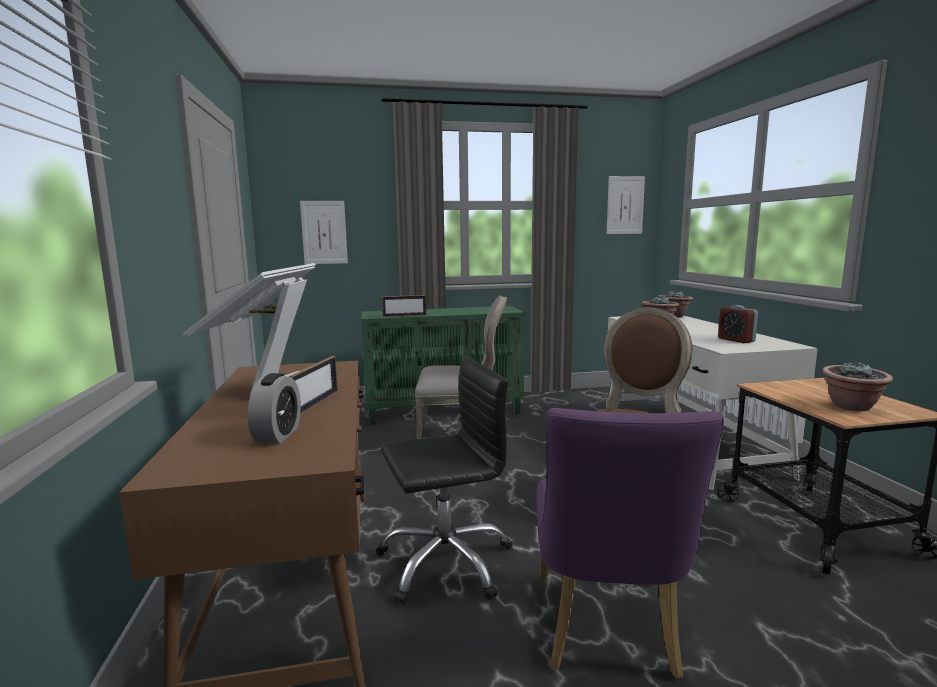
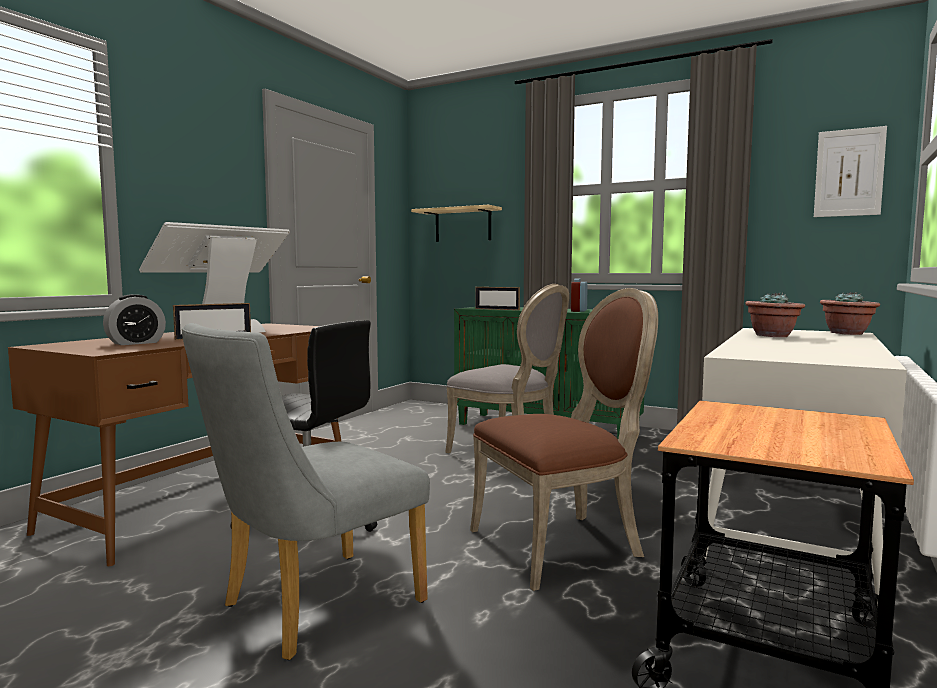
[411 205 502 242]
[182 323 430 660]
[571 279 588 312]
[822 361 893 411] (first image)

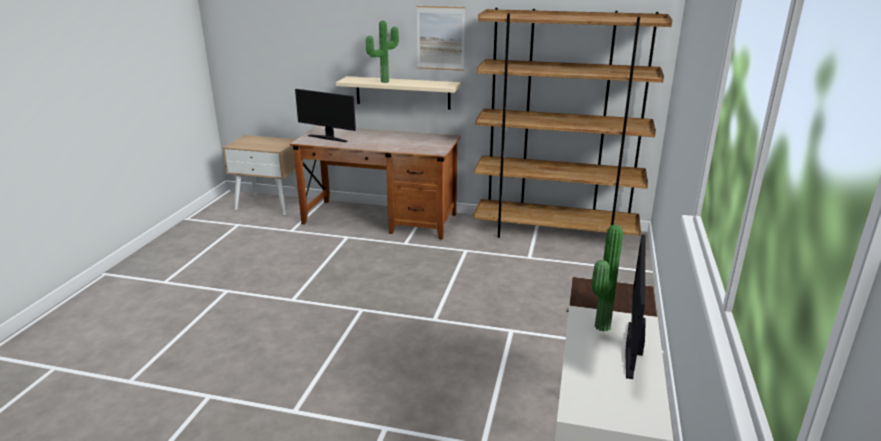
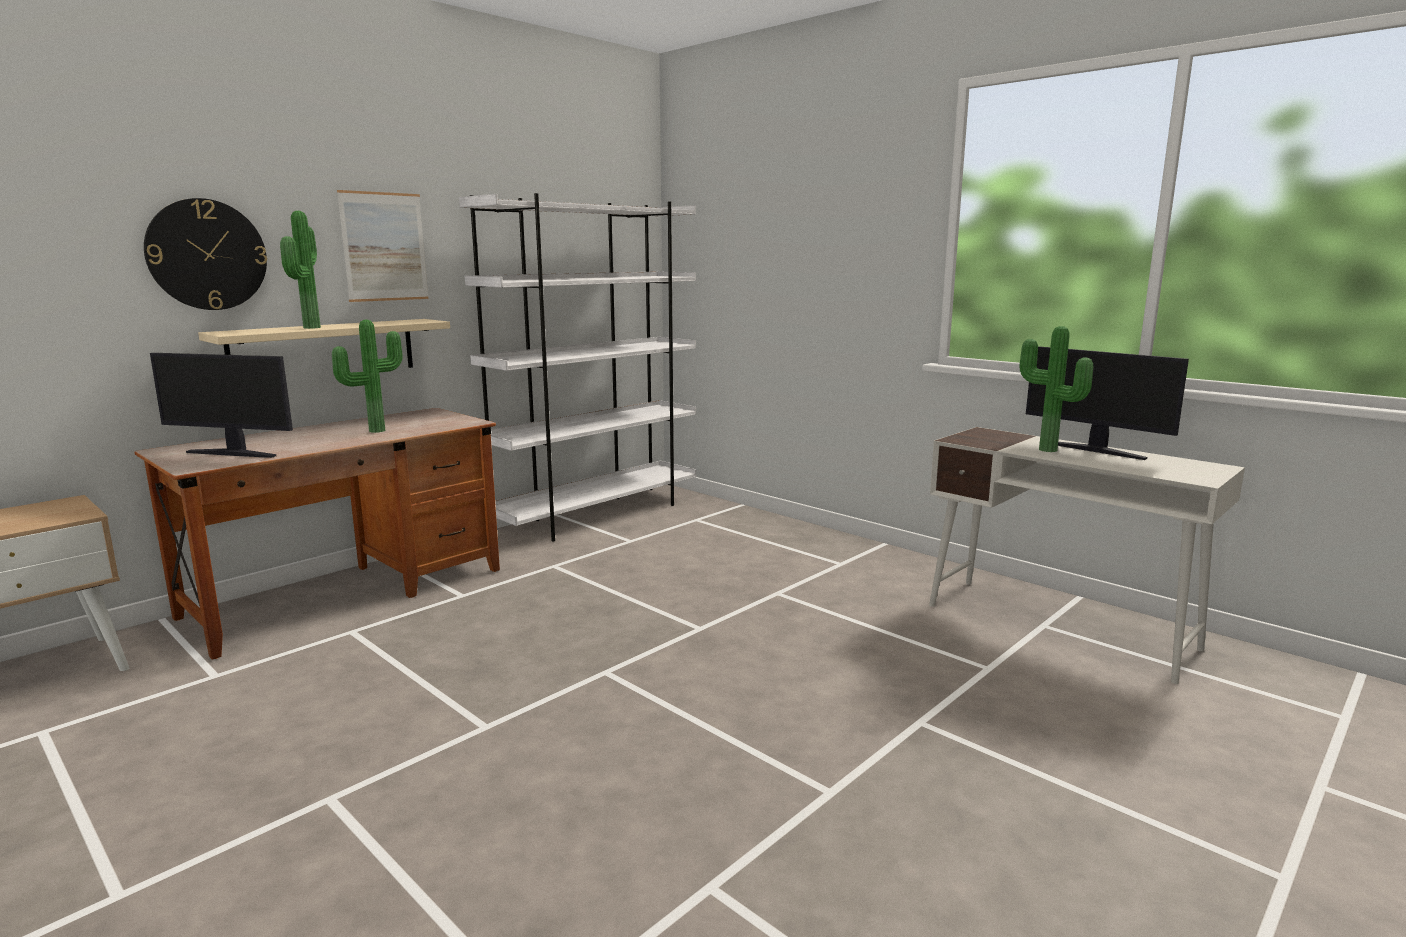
[150 353 293 458]
[459 193 696 542]
[144 198 267 310]
[332 320 403 433]

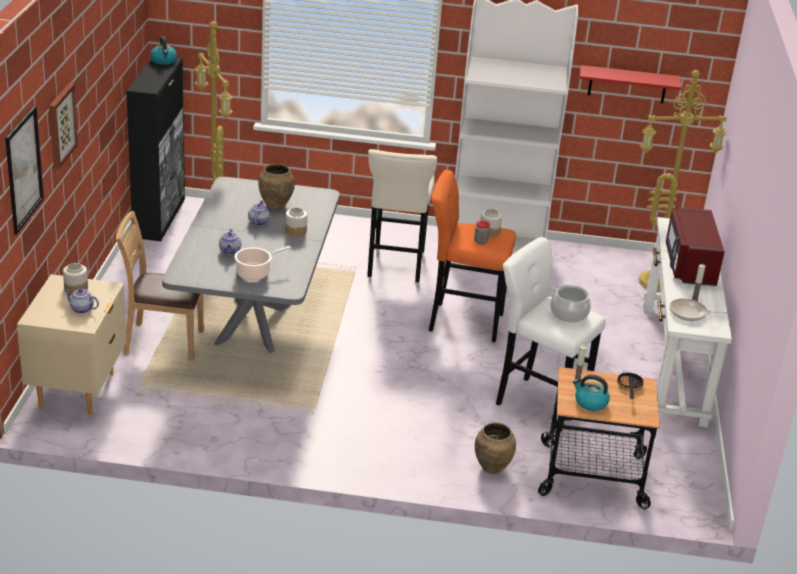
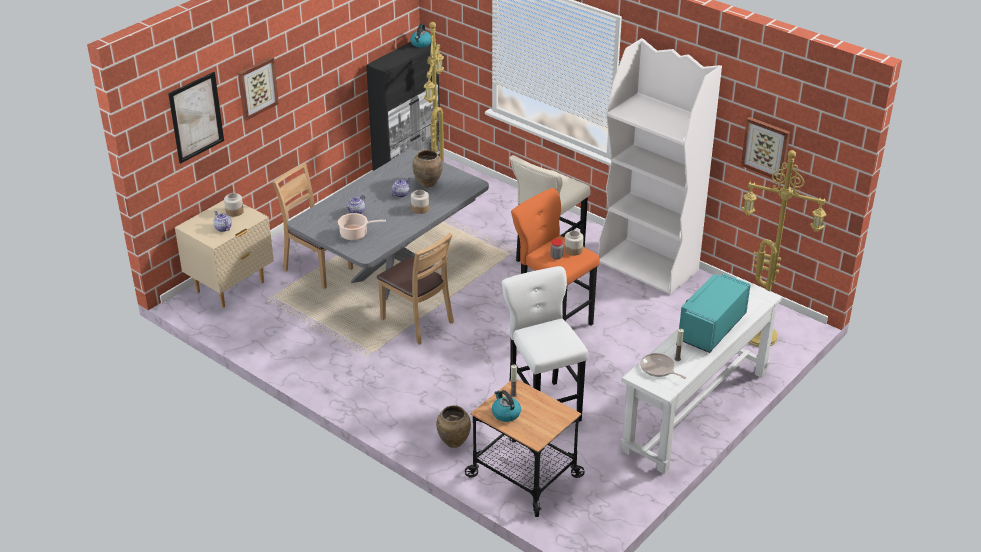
[550 285 591 323] (first image)
[741 117 790 180]
[617 371 644 399] (first image)
[679 274 751 353]
[377 232 454 345]

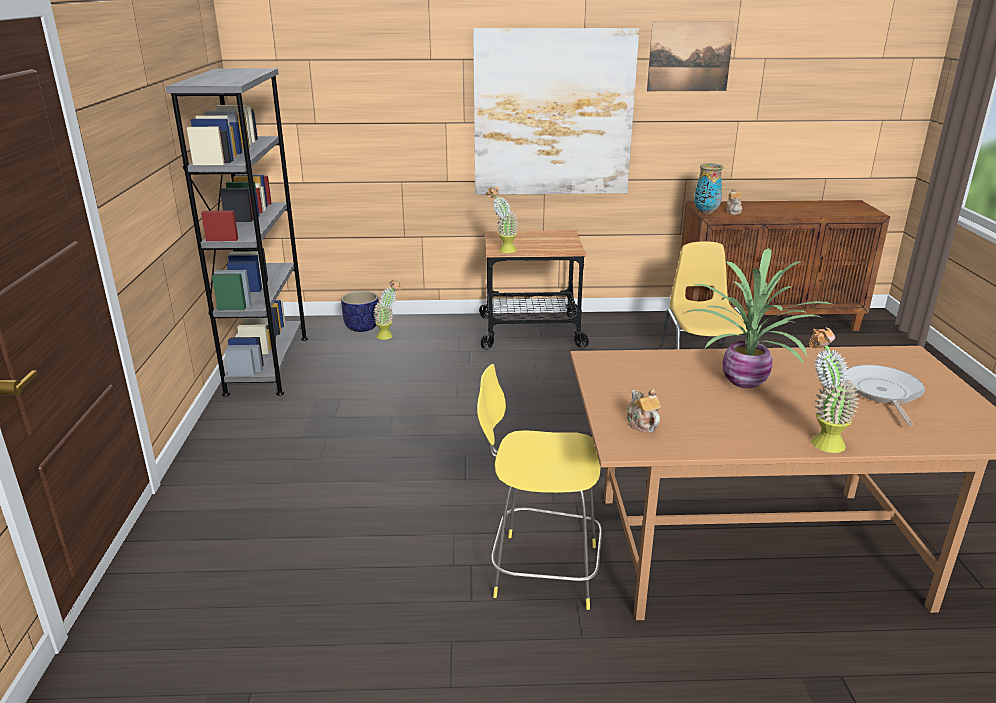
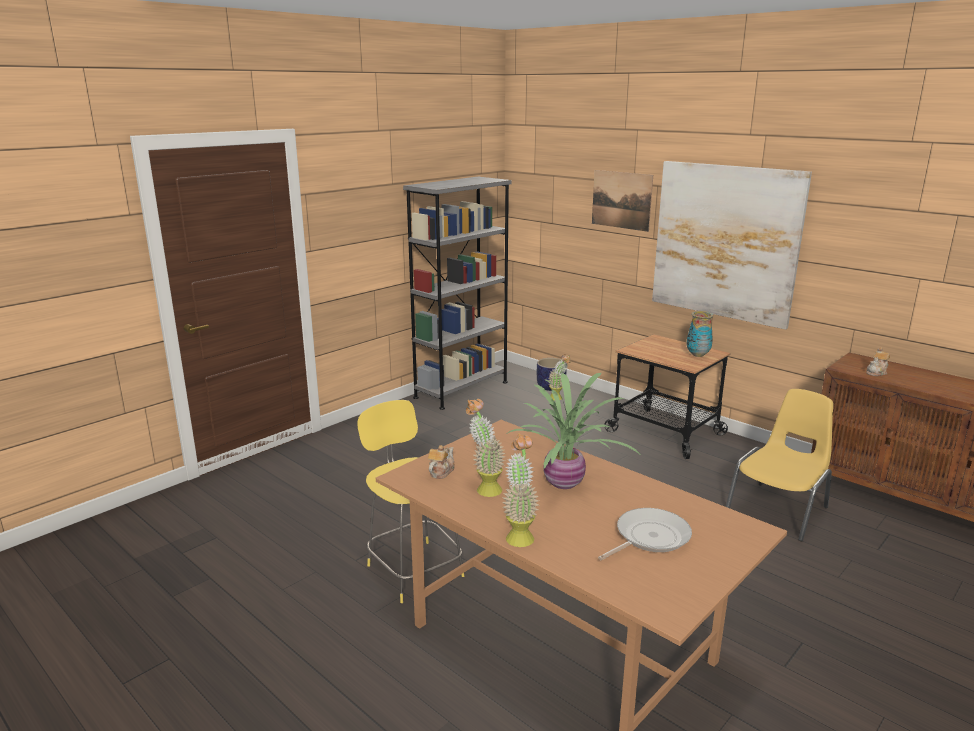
[466 399 505 497]
[592 170 653 232]
[686 311 714 357]

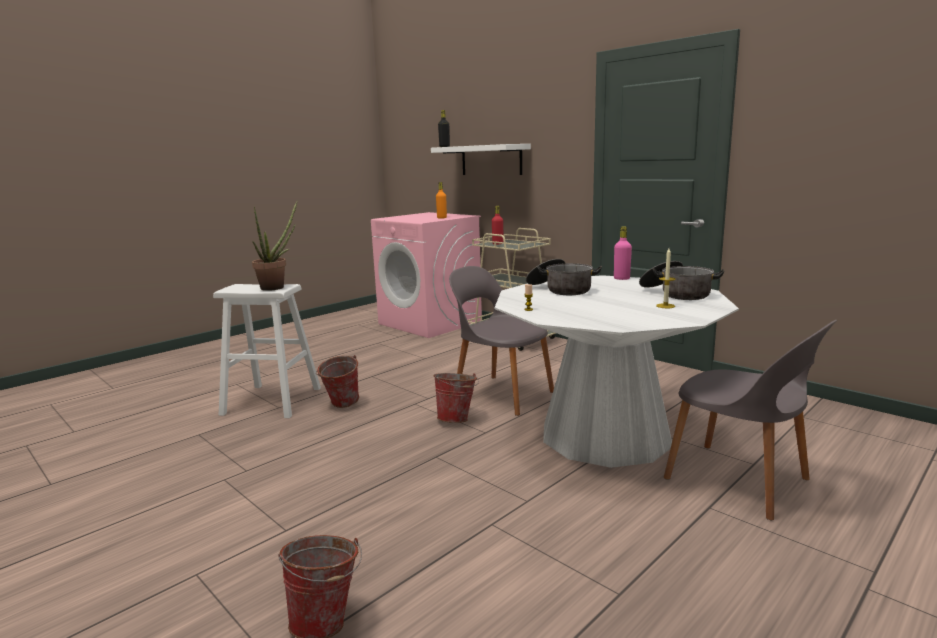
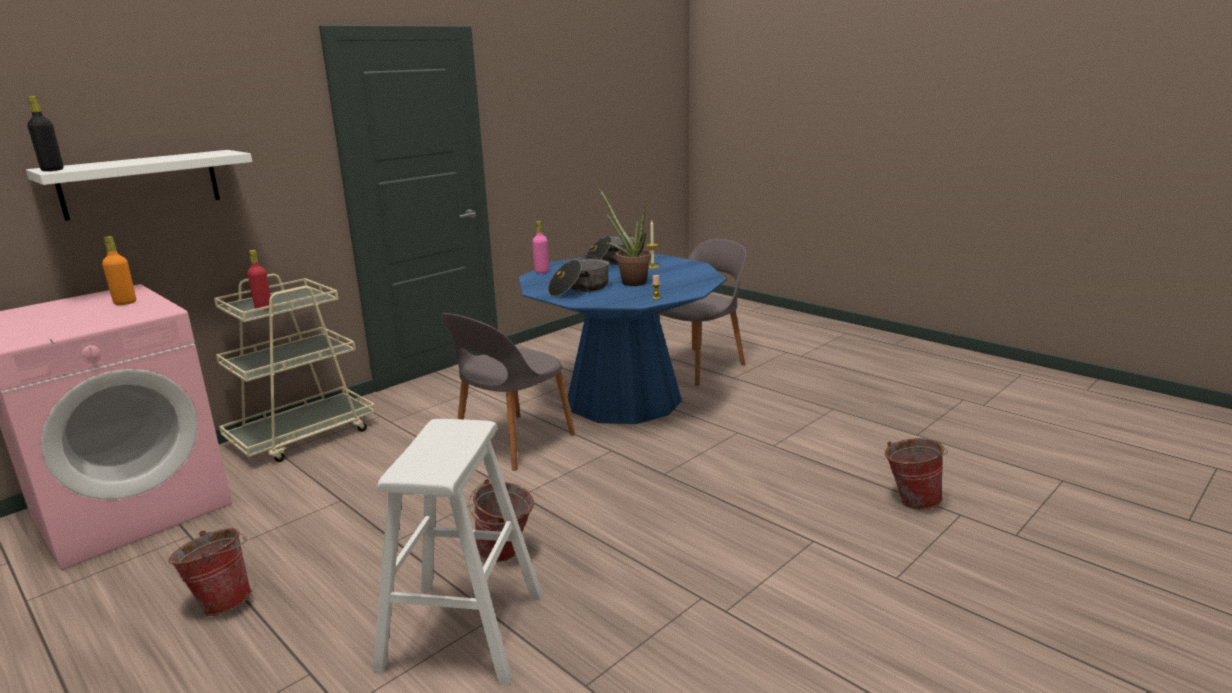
[599 189 651 286]
[169 528 252 616]
[519 254 727 424]

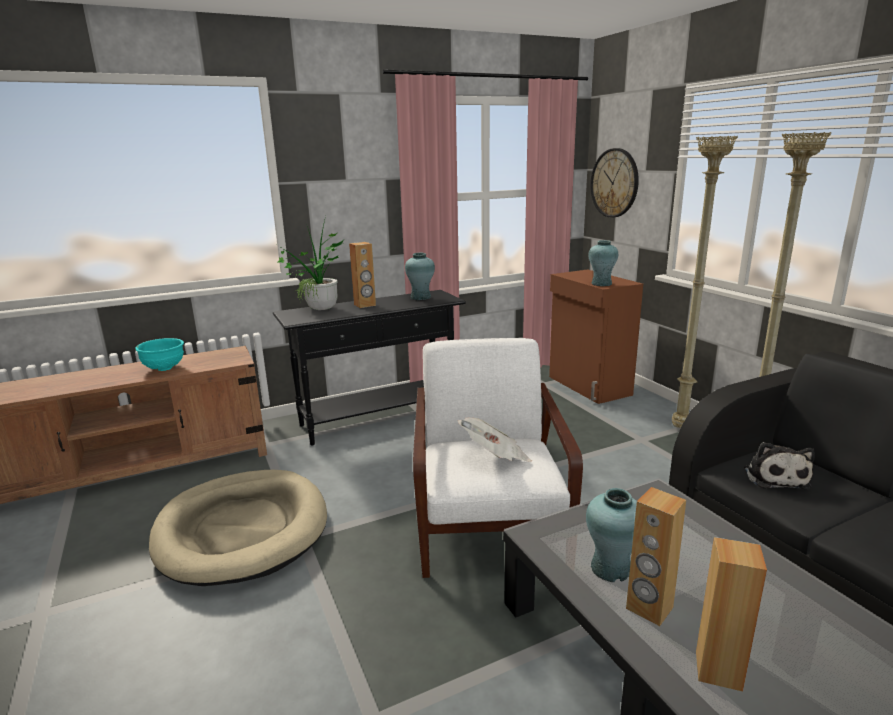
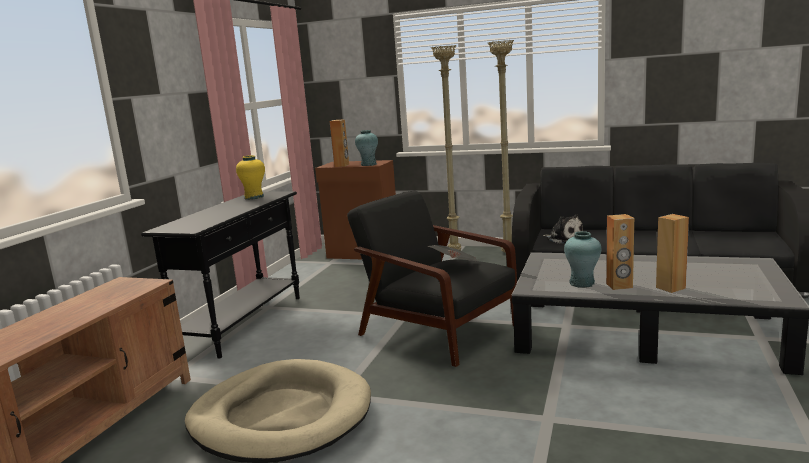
[135 338 184 371] (first image)
[277 216 344 310] (first image)
[330 119 349 167]
[236 155 265 200]
[347 191 517 367]
[590 148 639 218] (first image)

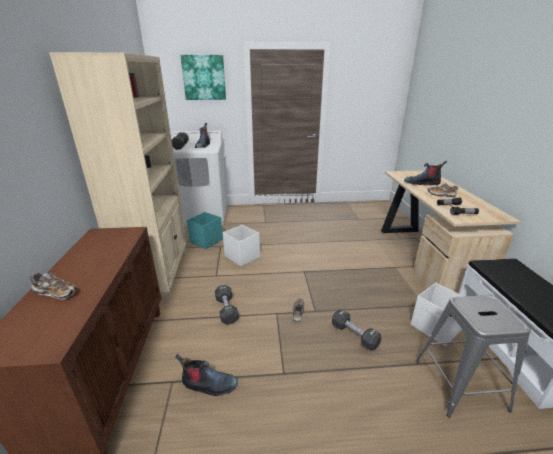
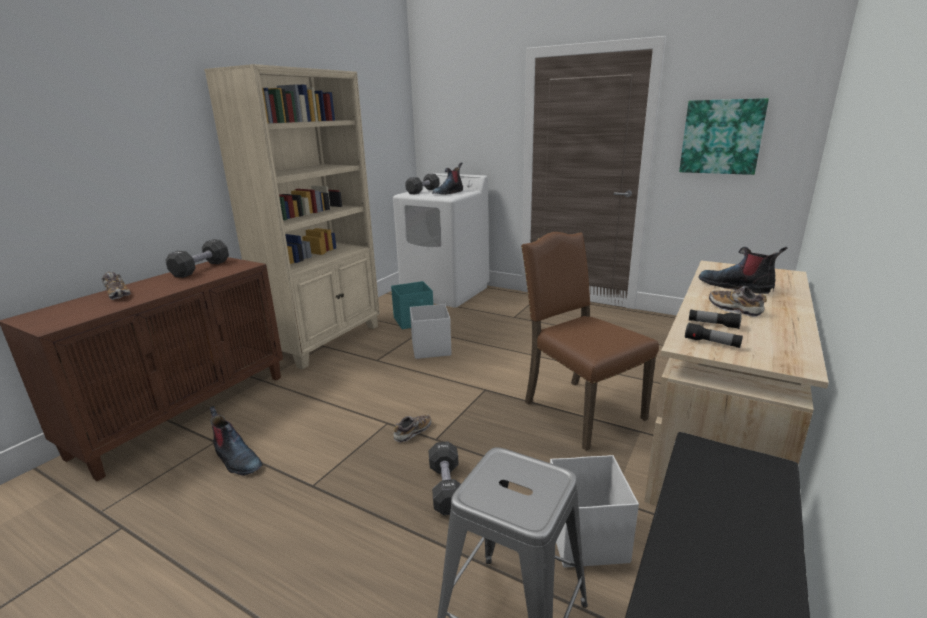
[679 98 769 175]
[165 239 229 278]
[521 232 659 451]

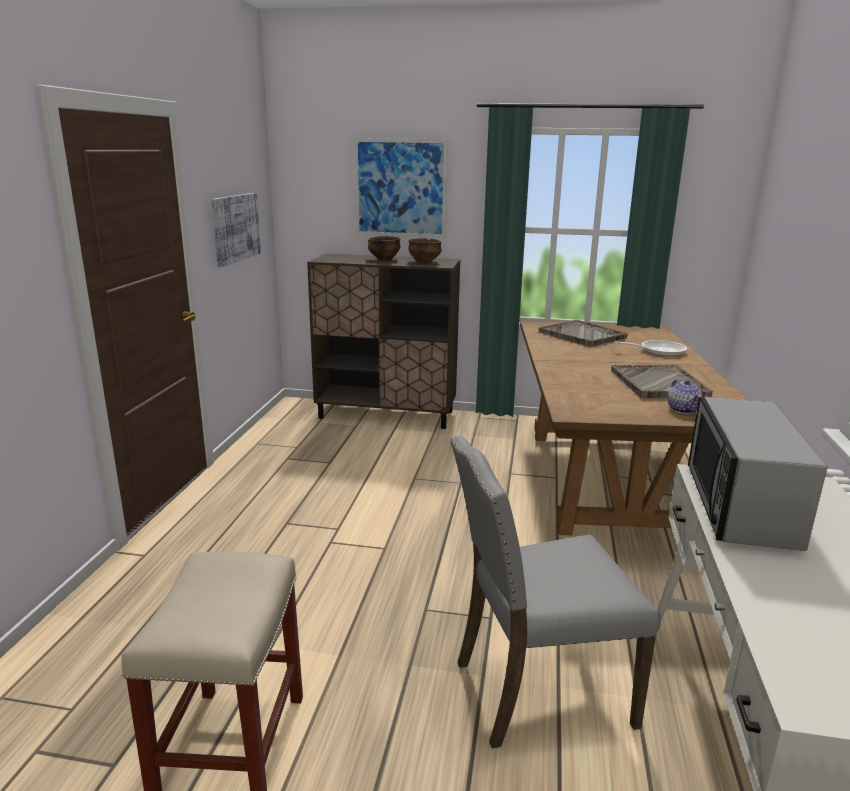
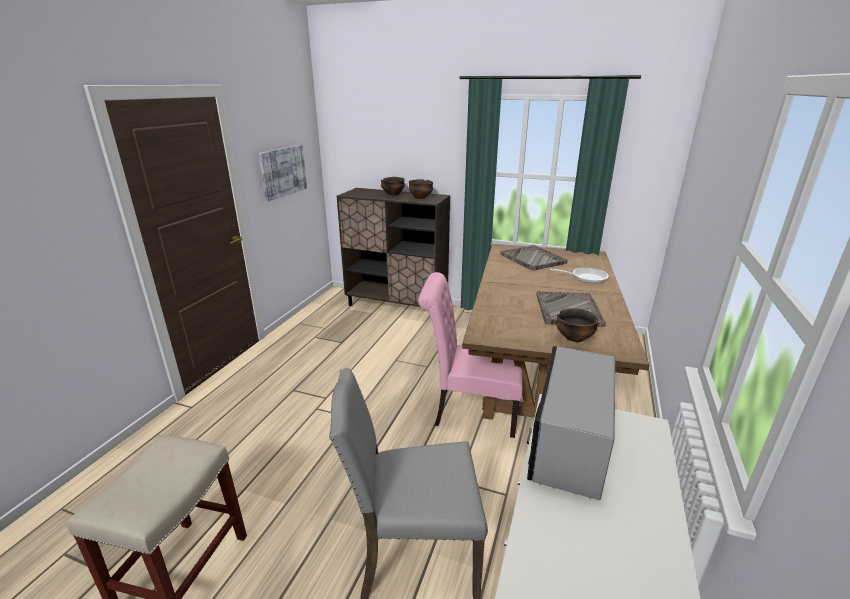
[354 138 448 238] (first image)
[556 308 598 342]
[418 272 523 438]

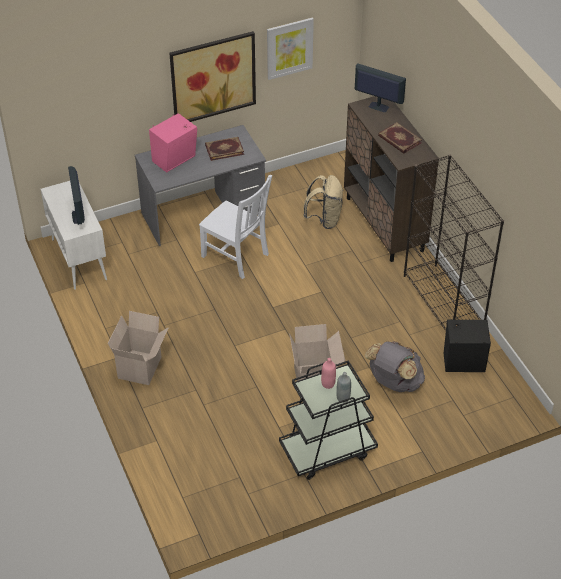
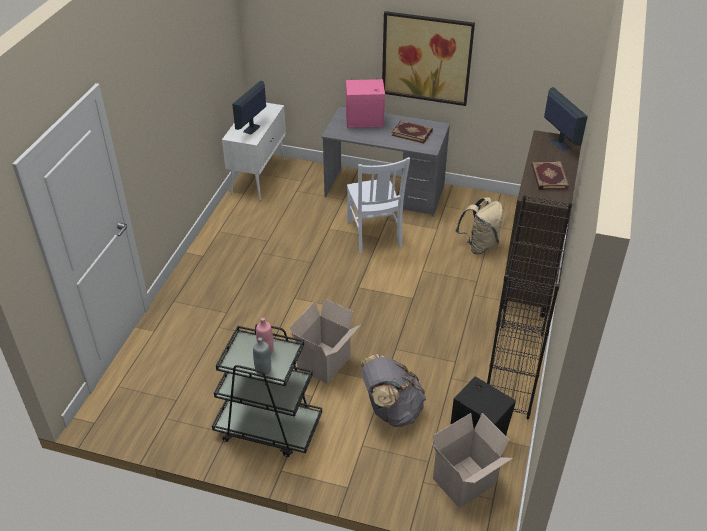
[432 413 513 509]
[267 18 314 80] (first image)

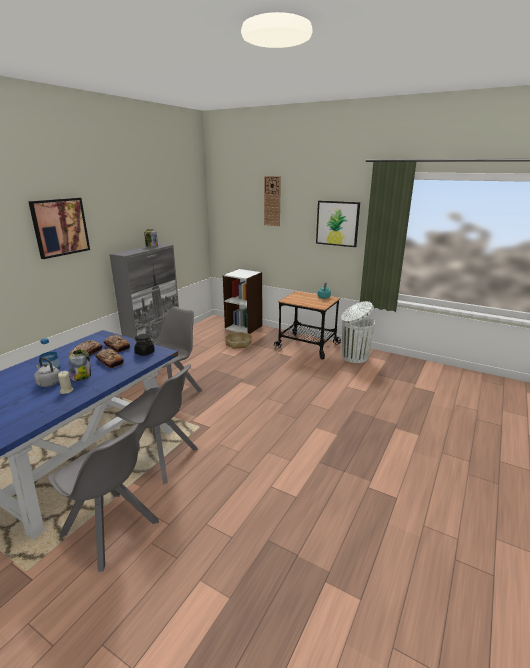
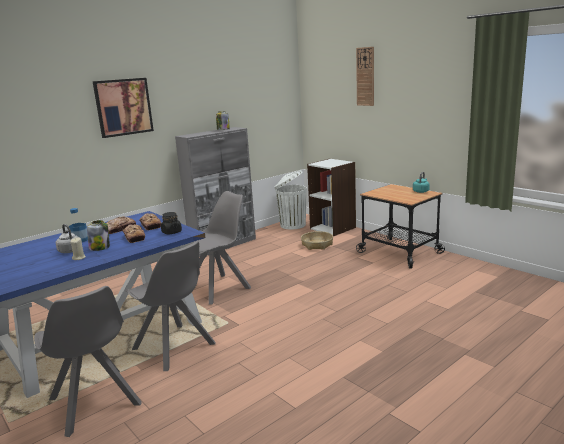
[316 201 360 247] (first image)
[274 170 307 229]

